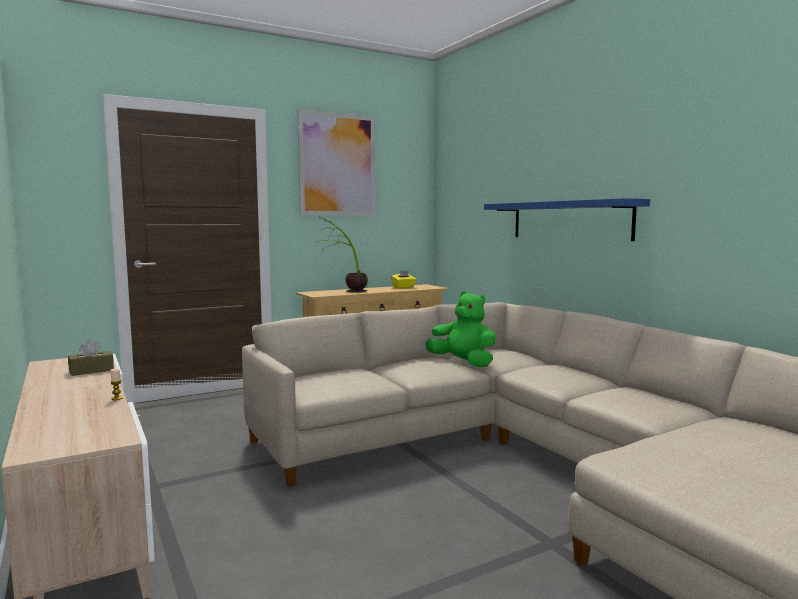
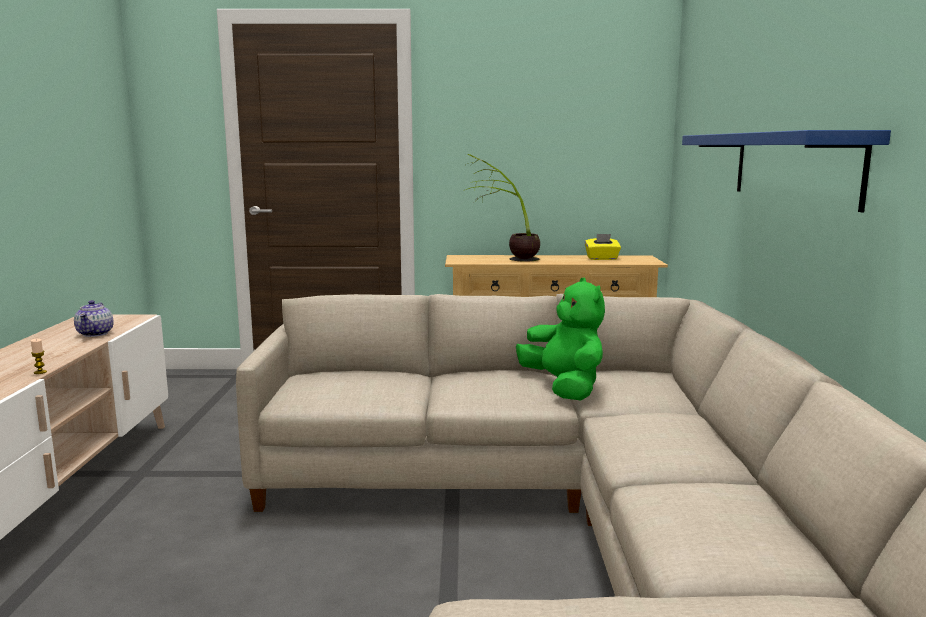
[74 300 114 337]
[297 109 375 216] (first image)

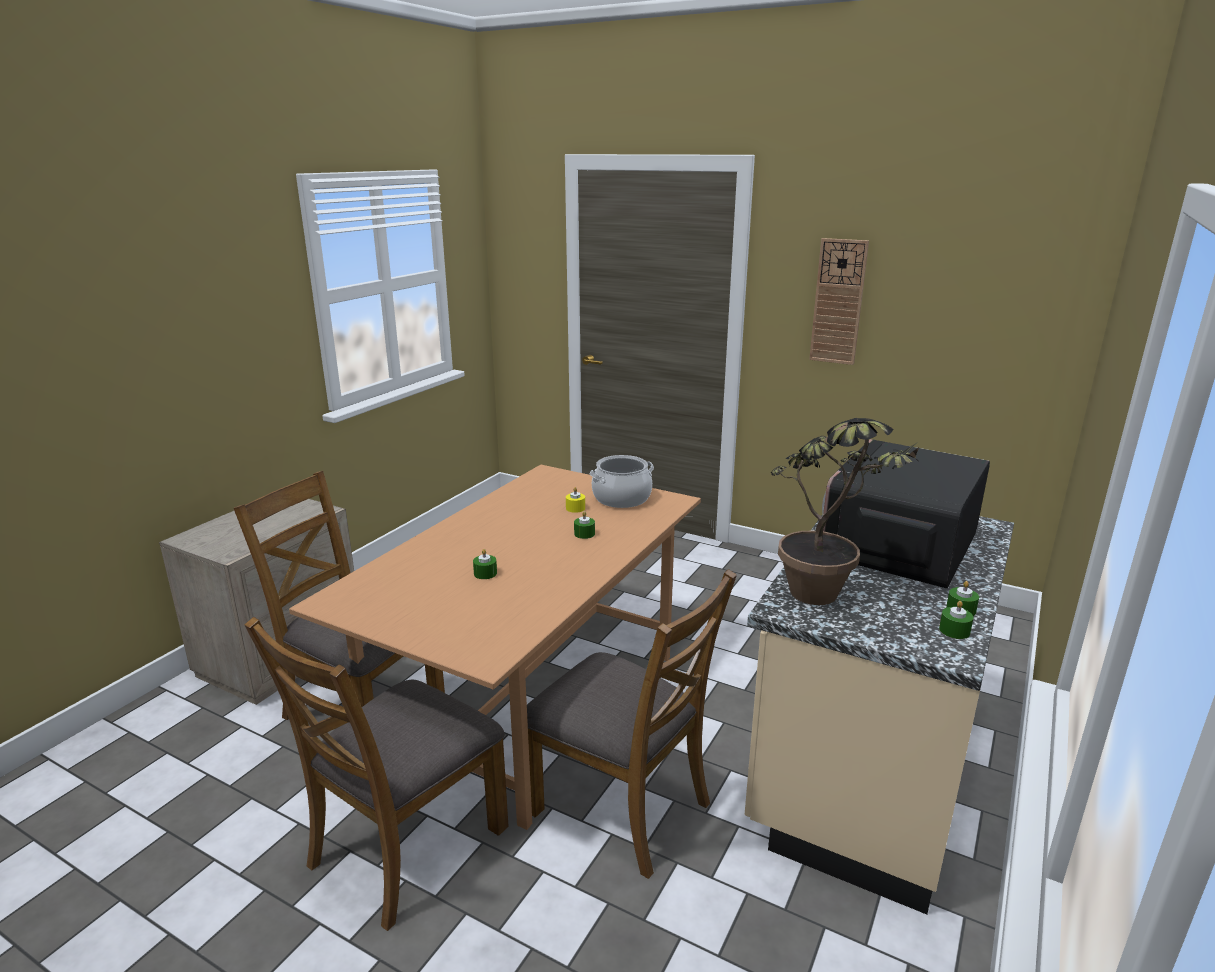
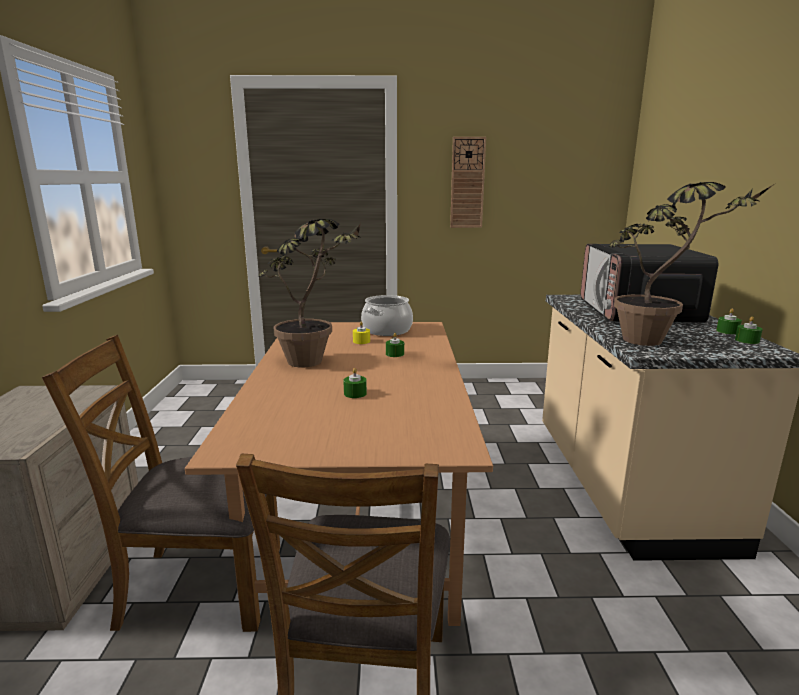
[527 569 737 879] (first image)
[258 219 361 368]

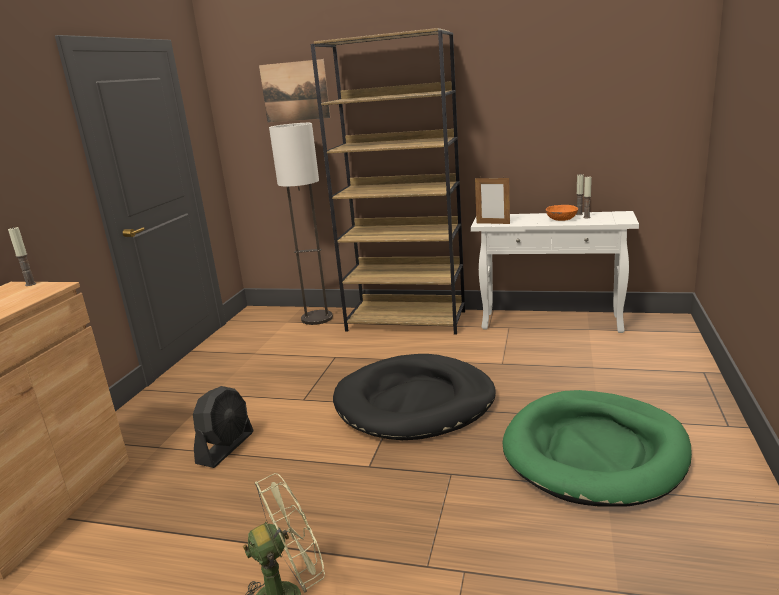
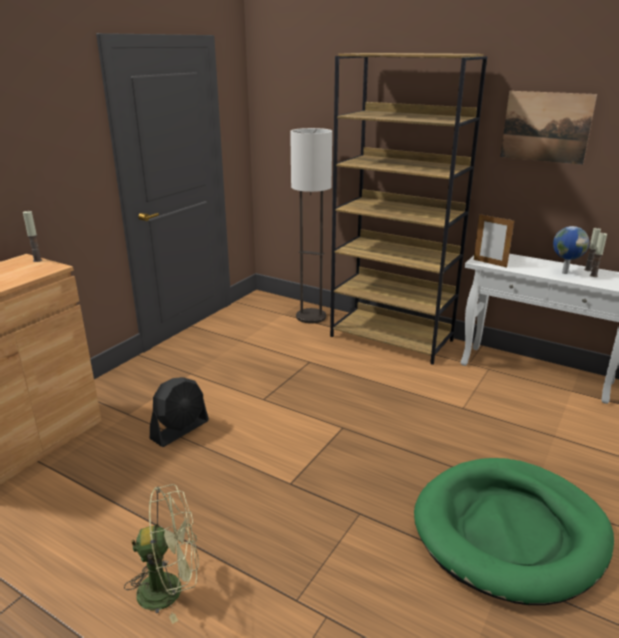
[500 91 597 165]
[333 354 496 440] (first image)
[553 226 589 274]

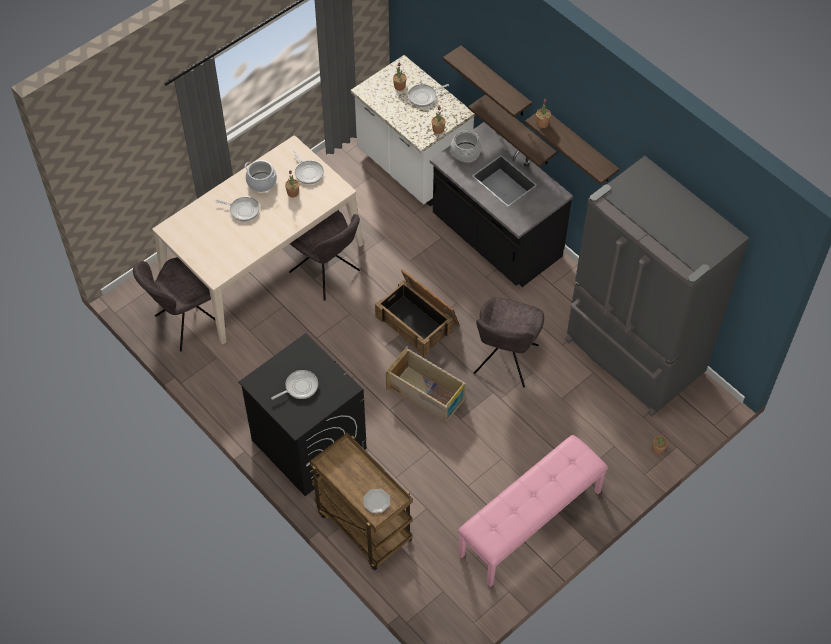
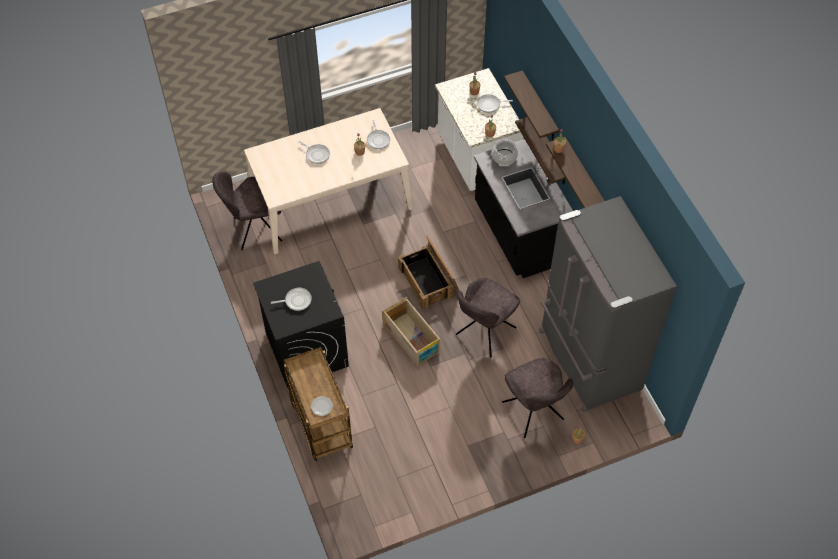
[244 160 277 192] (first image)
[502 358 573 438]
[458 435 608 587] (first image)

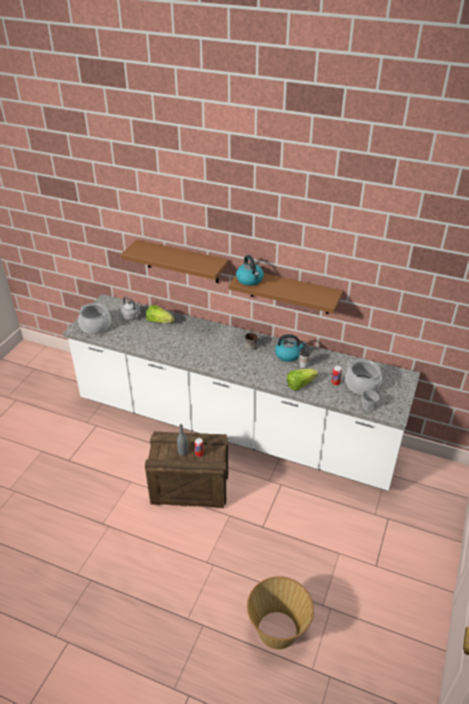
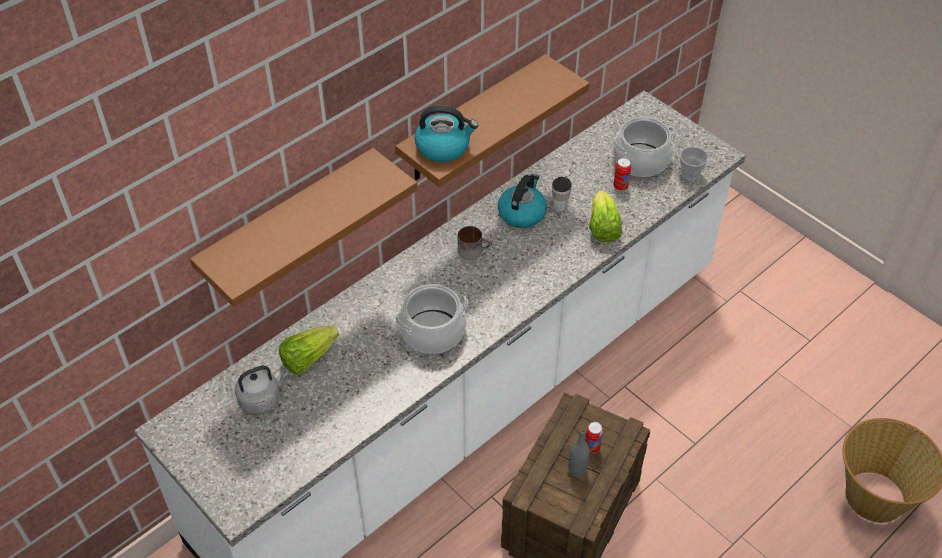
[395 284 468 354]

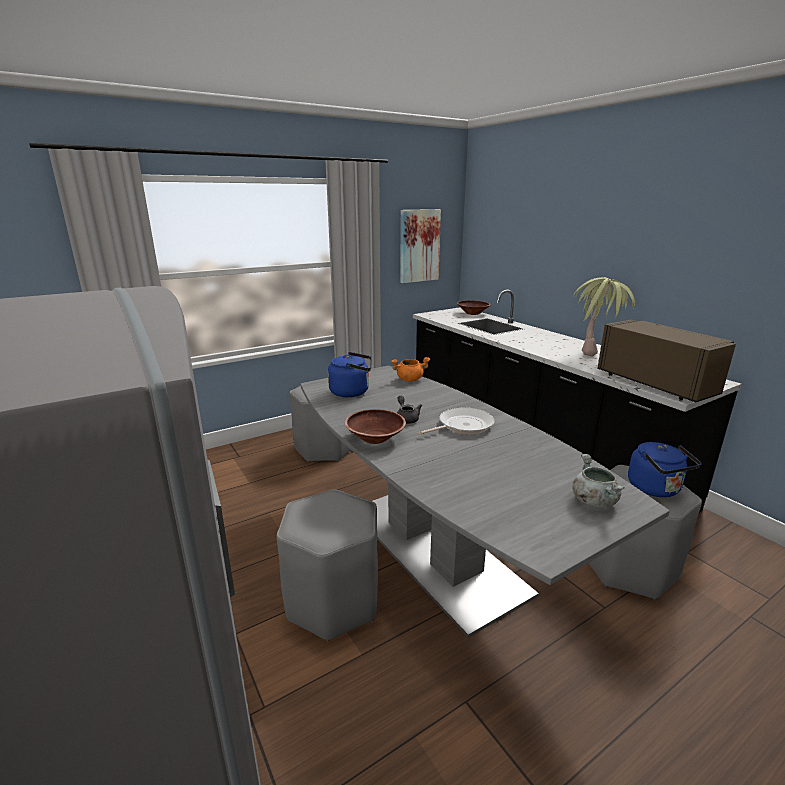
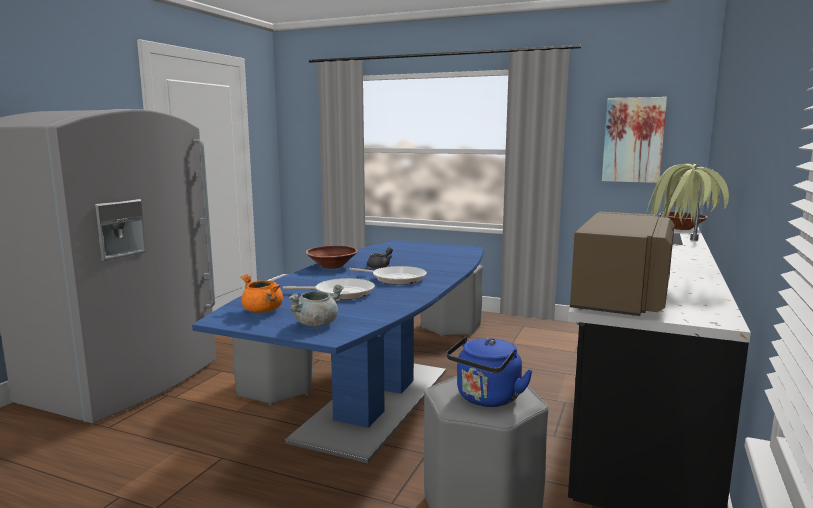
[192 240 484 464]
[328 352 372 397] (first image)
[241 274 283 313]
[283 278 375 300]

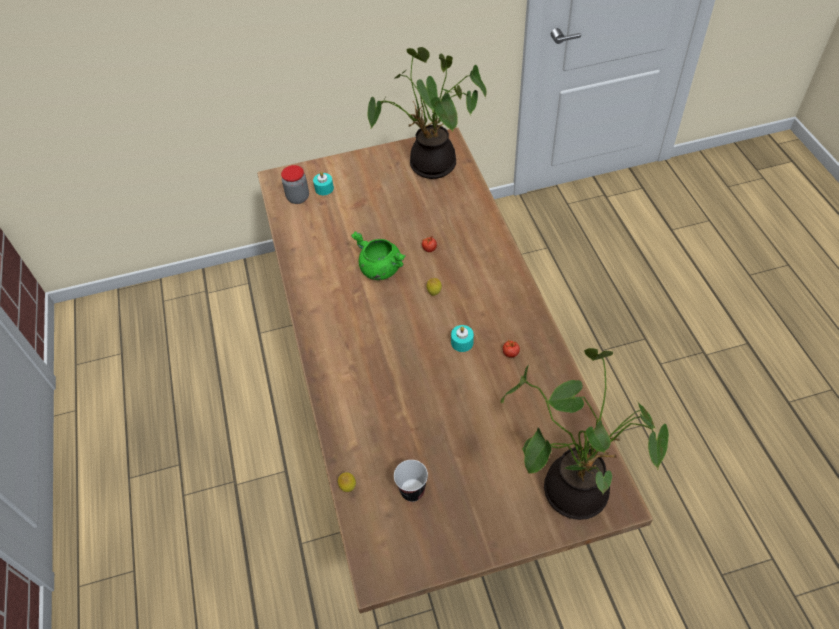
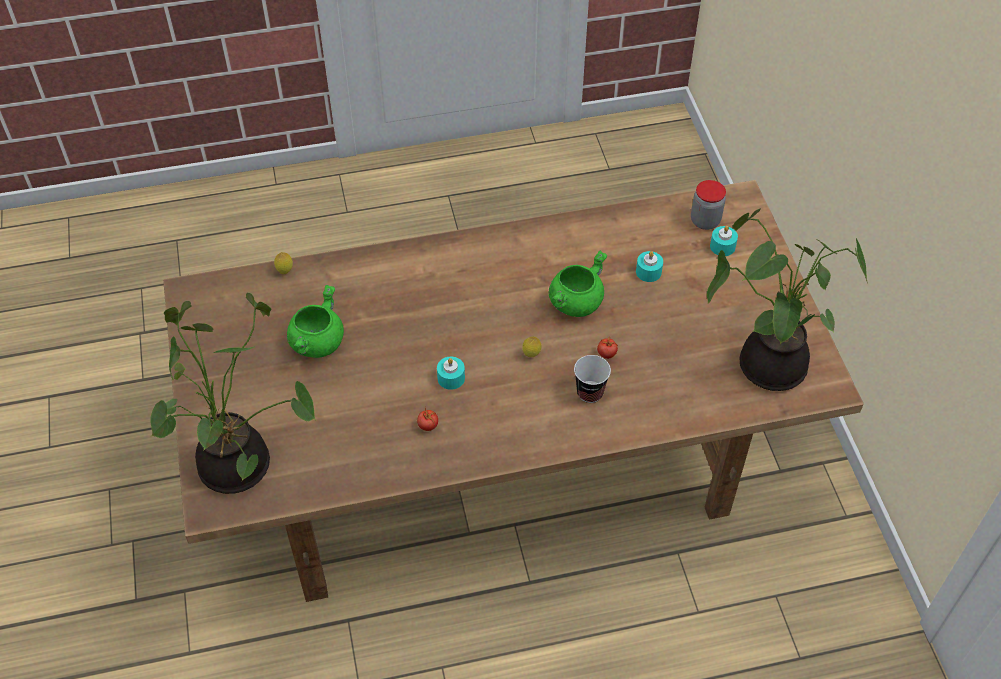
[574 355 611 403]
[287 285 344 358]
[636 251 663 282]

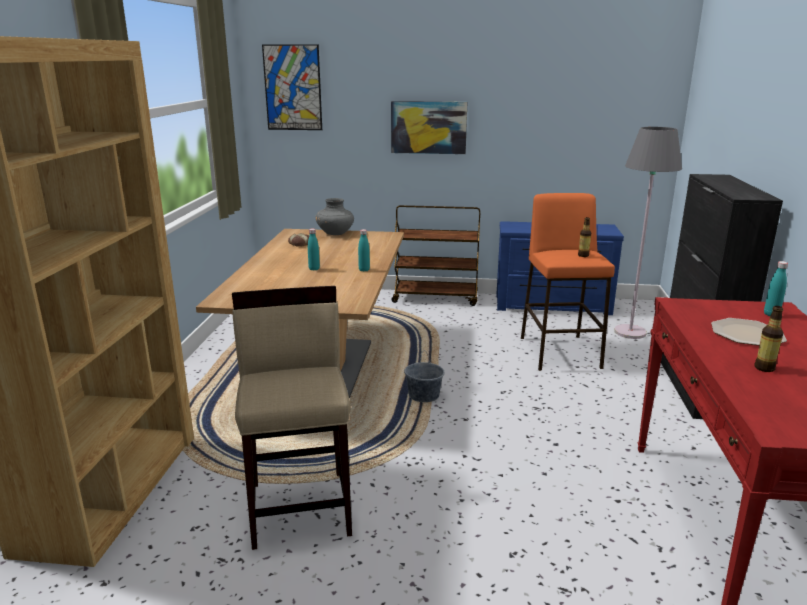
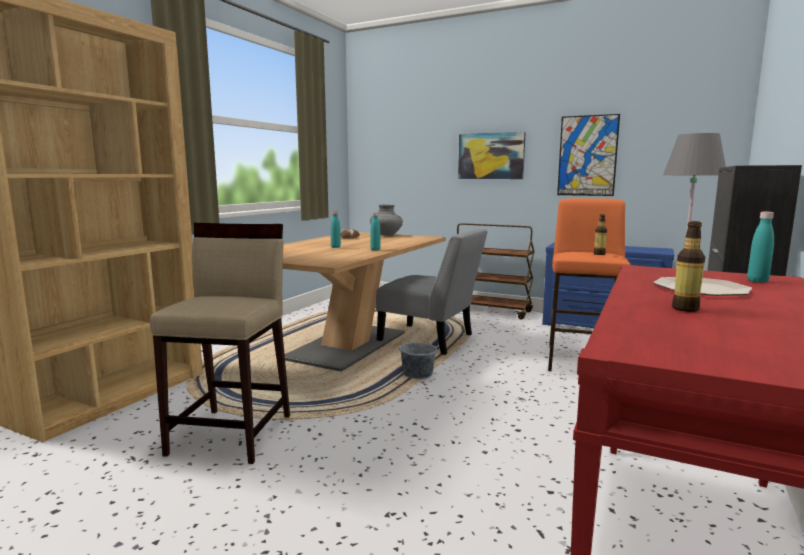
[557 114 620 196]
[376 228 488 355]

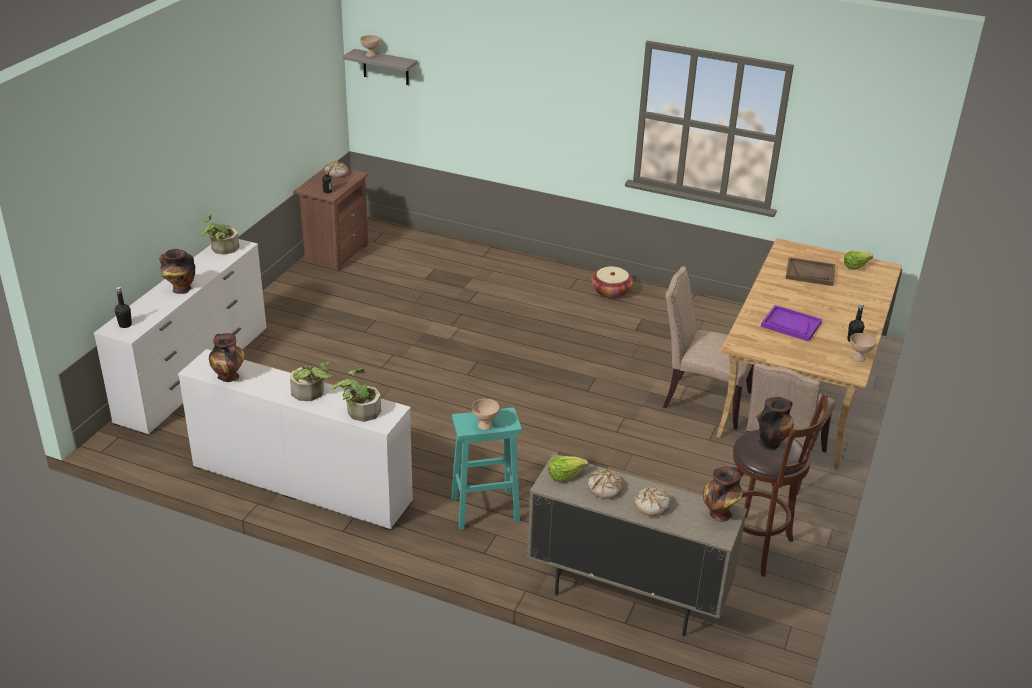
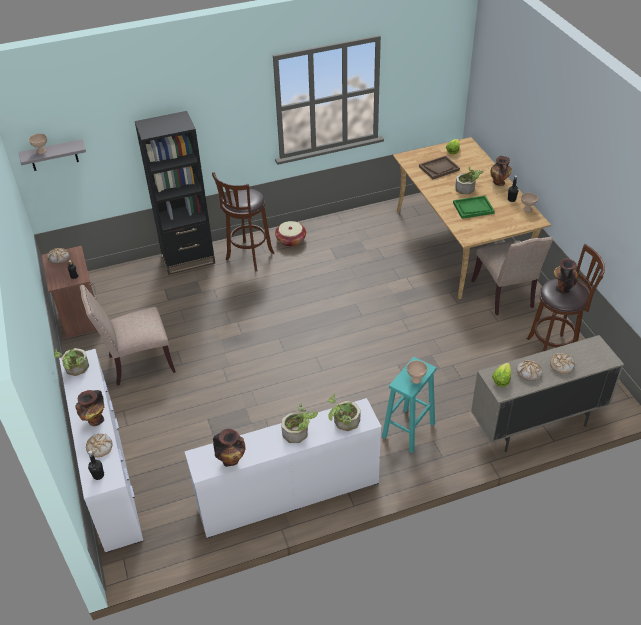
[80 285 176 385]
[490 156 512 186]
[453 196 495 219]
[86 434 113 457]
[135 111 215 275]
[212 172 274 271]
[455 167 484 194]

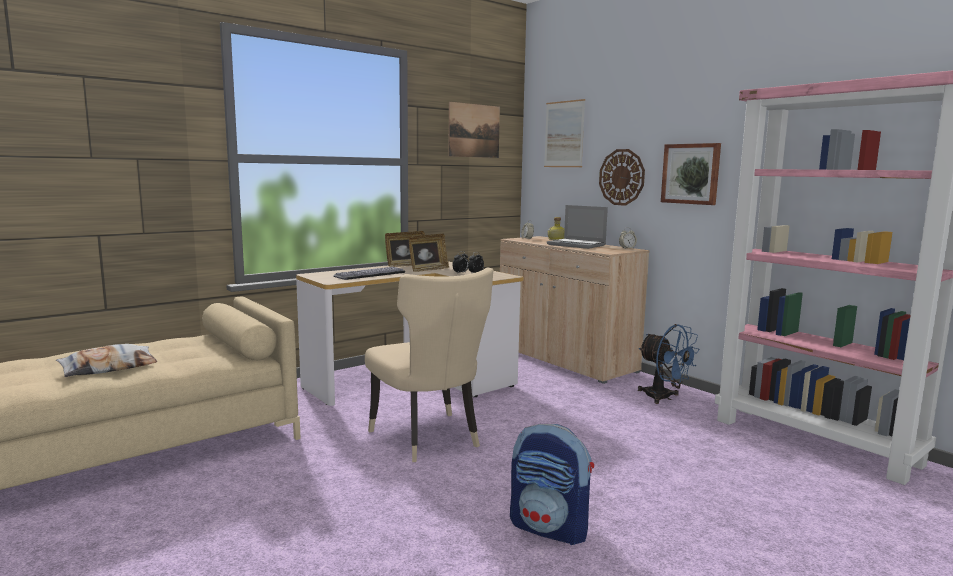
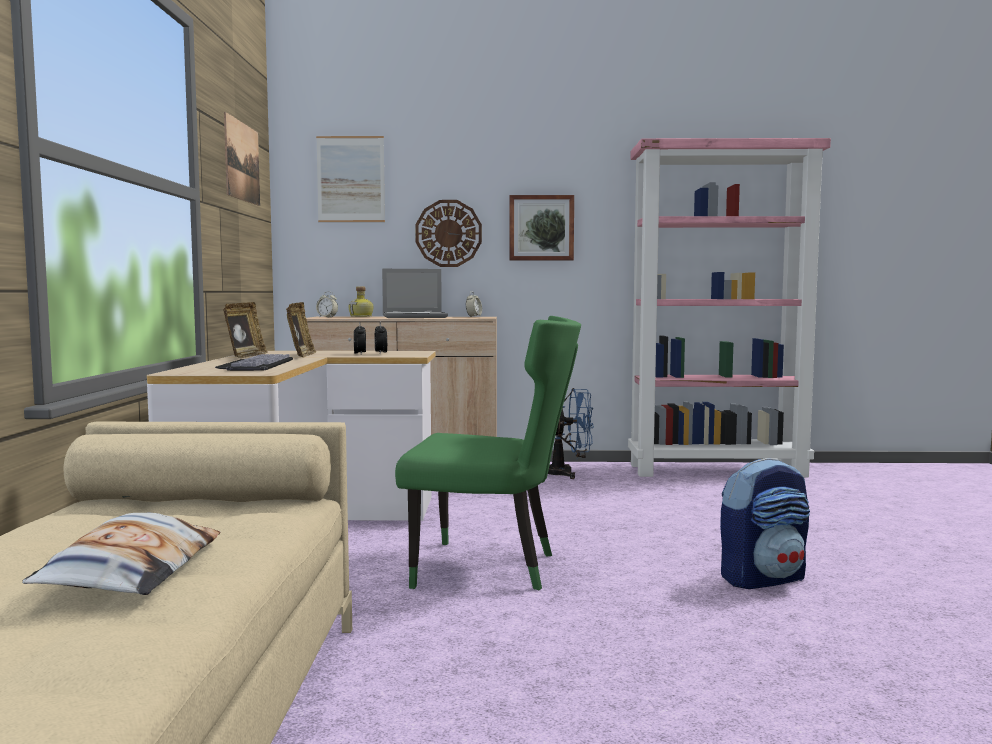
[395 316 581 590]

